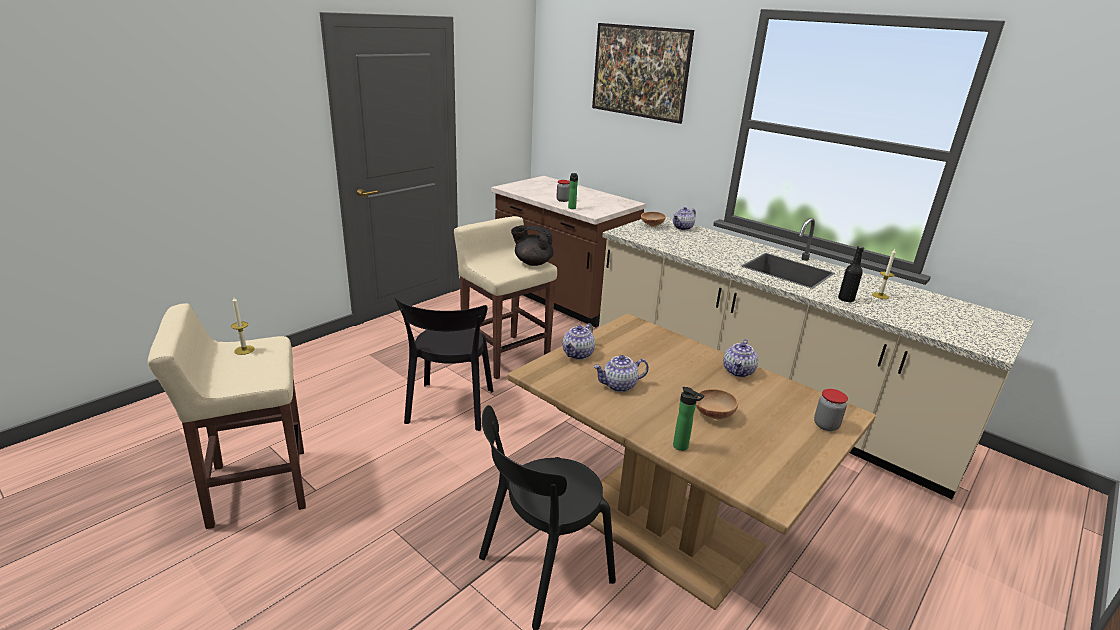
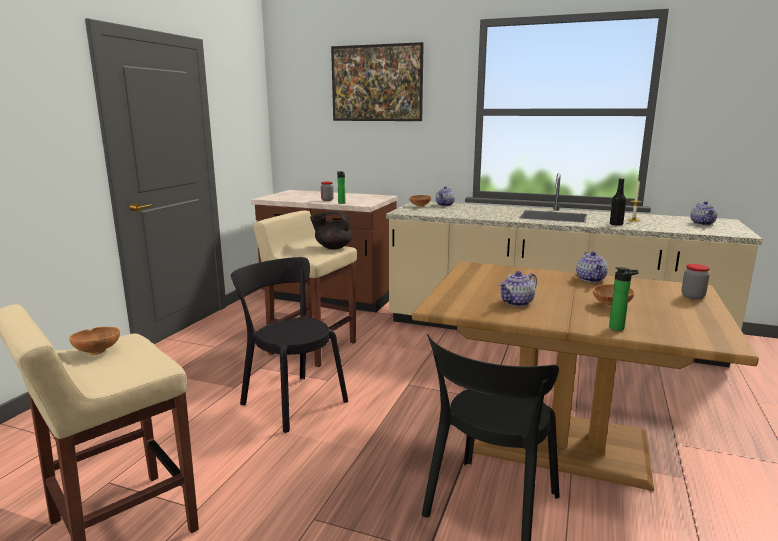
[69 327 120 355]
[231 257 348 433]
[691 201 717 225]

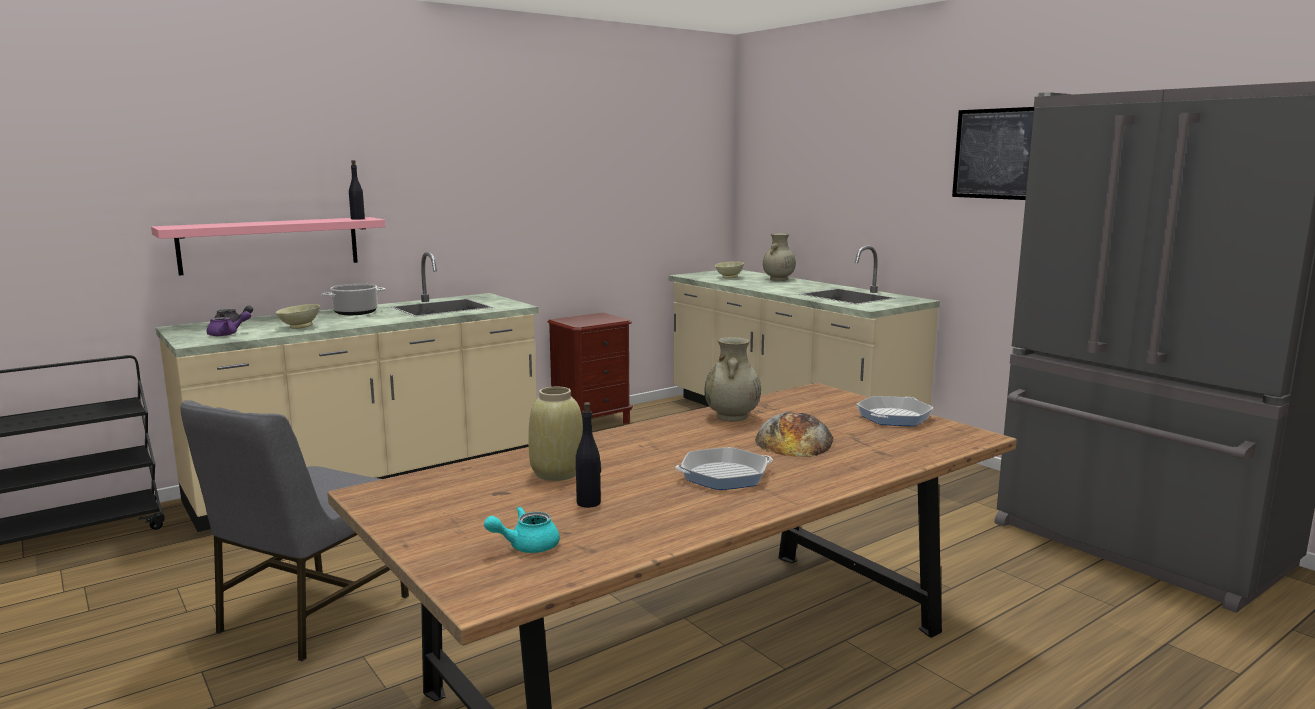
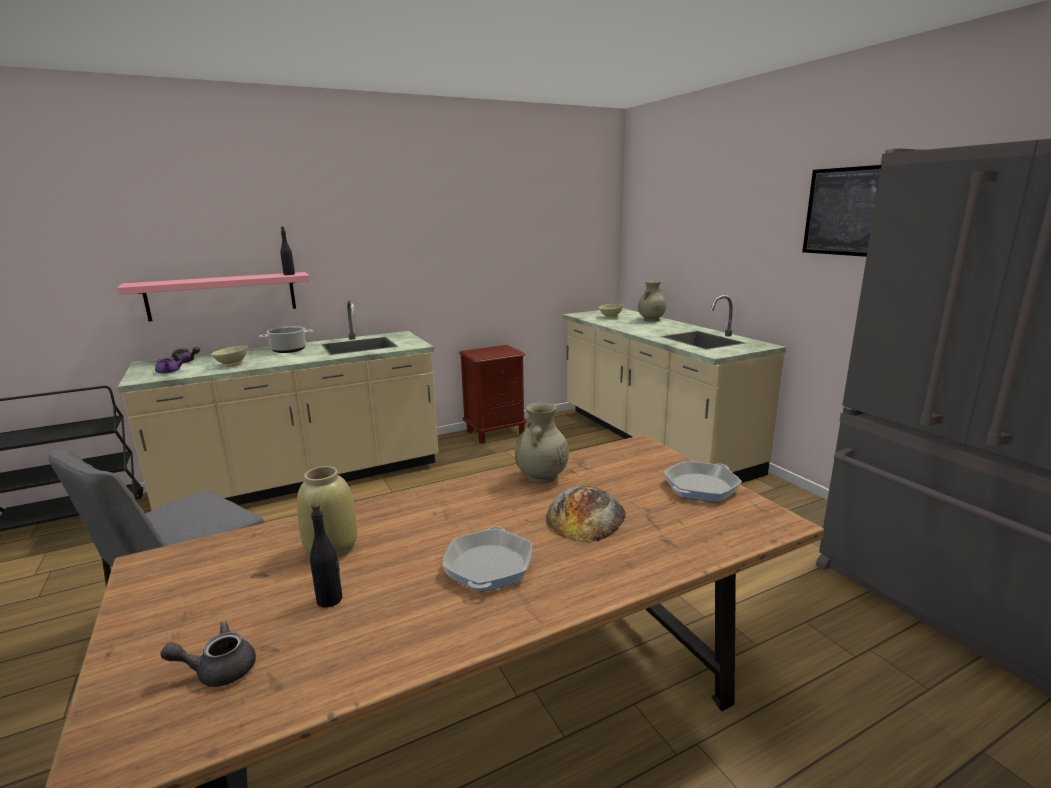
[160 621 256 687]
[442 526 532 592]

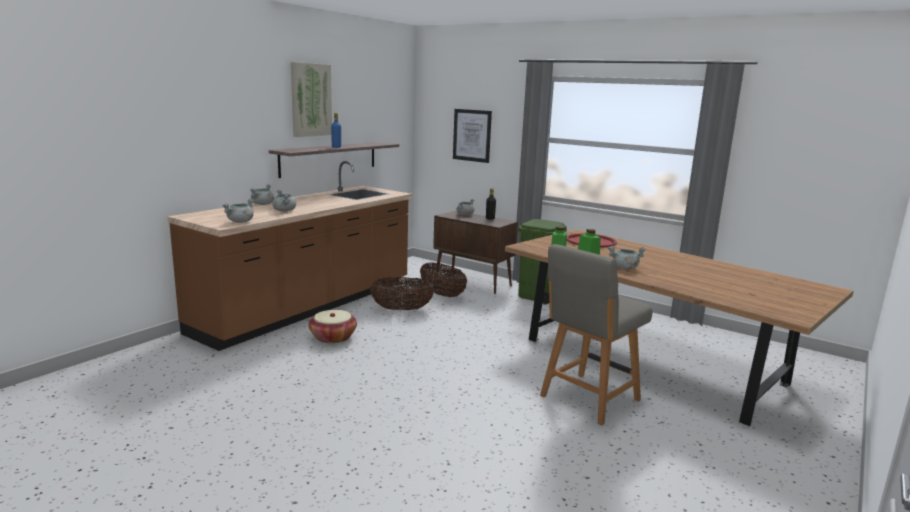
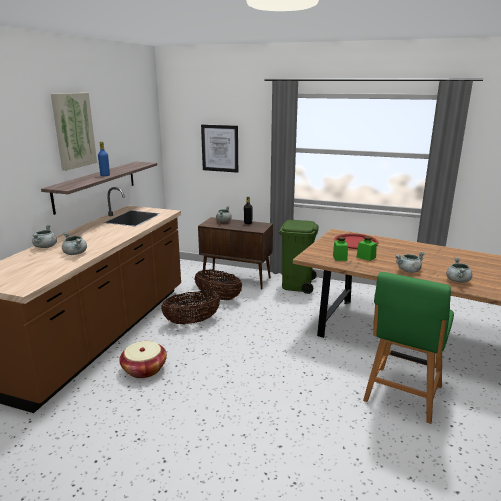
[363 272 454 424]
[446 257 472 283]

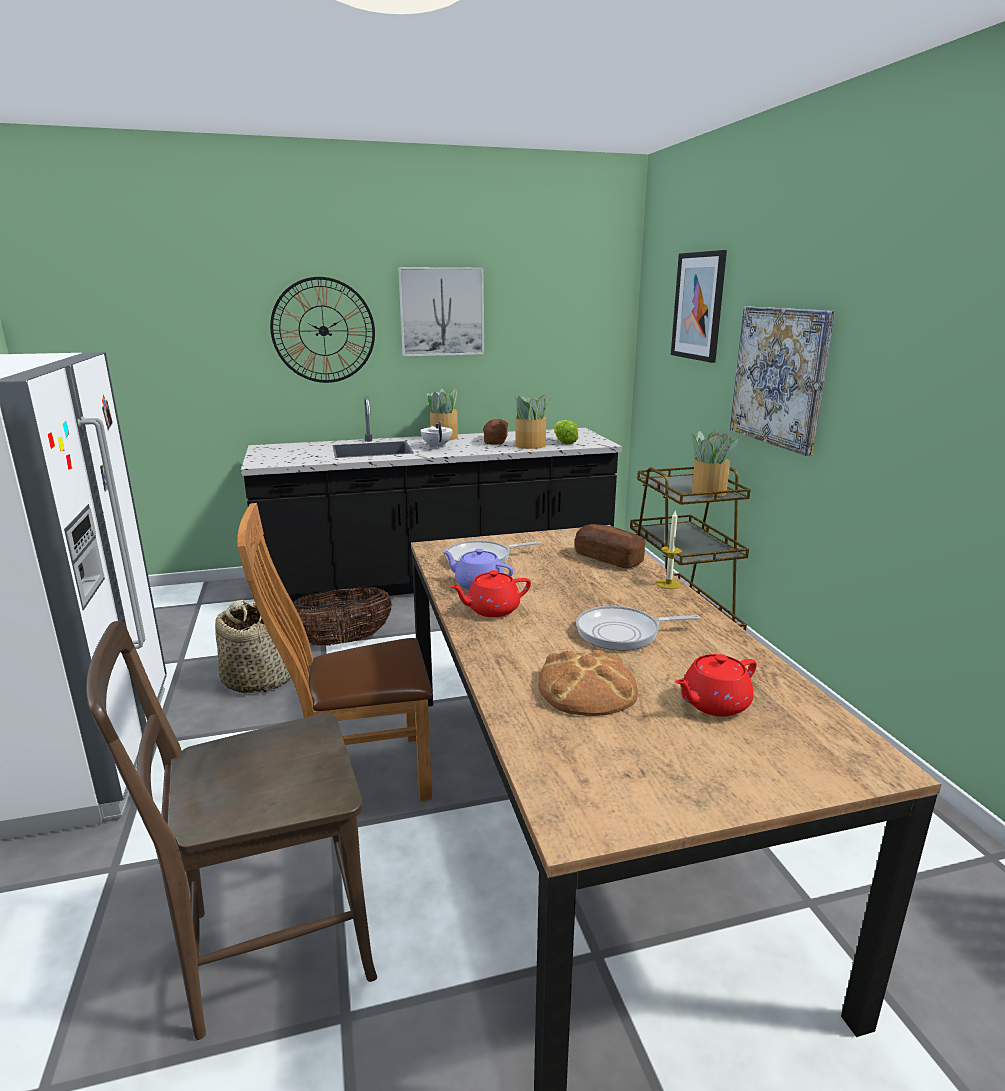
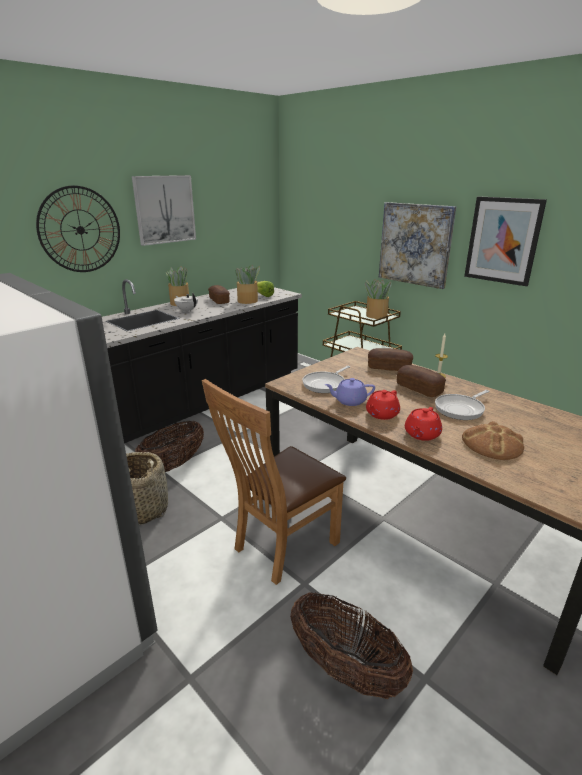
[290 592 413 699]
[396 365 446 397]
[405 407 442 441]
[464 196 547 286]

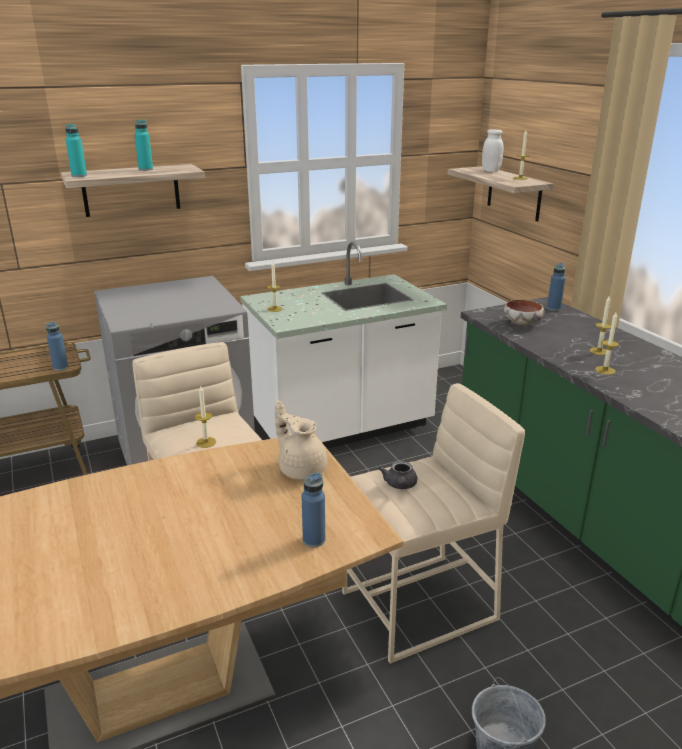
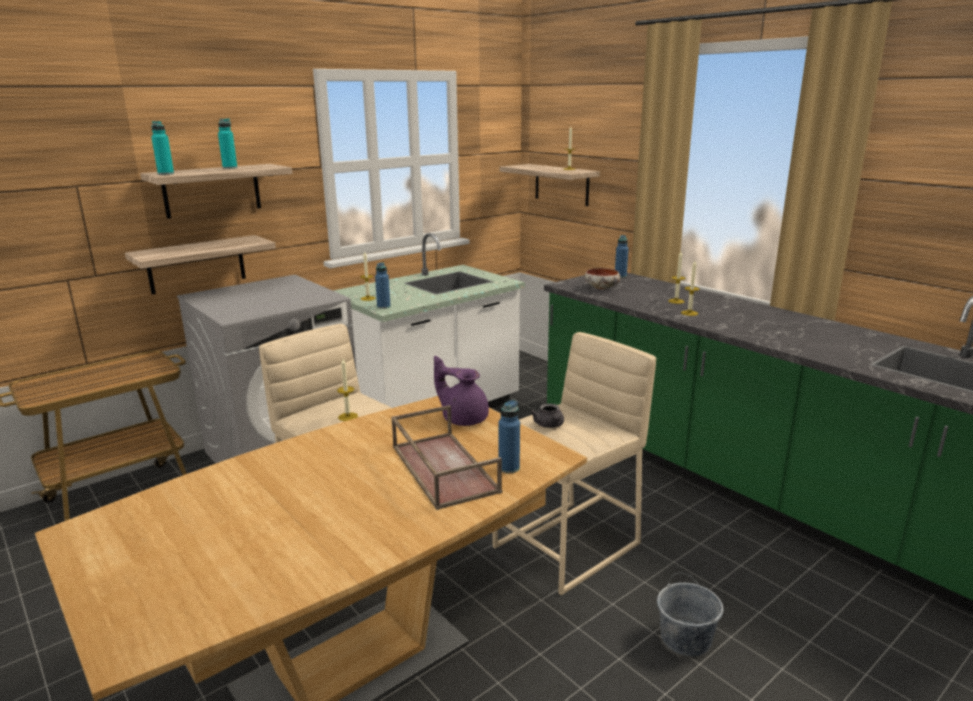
[125 235 276 294]
[375 262 391 309]
[391 405 502 510]
[434 356 489 426]
[482 129 504 172] (first image)

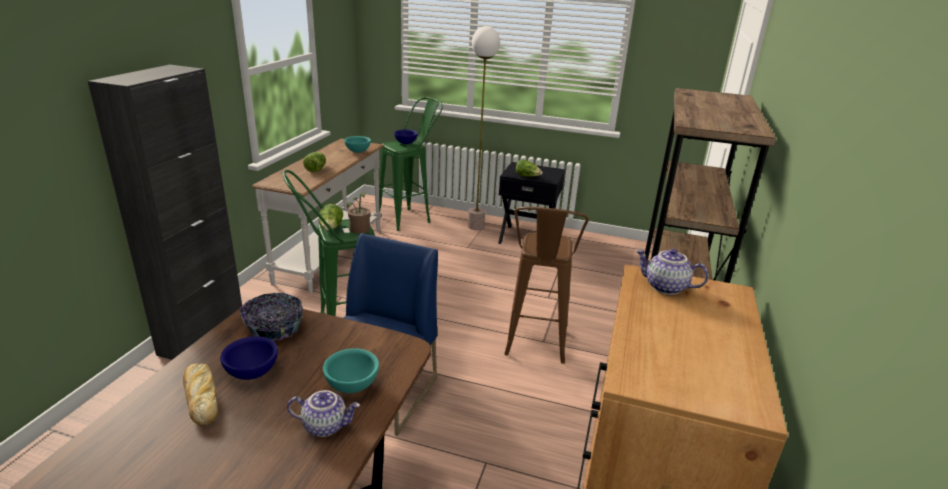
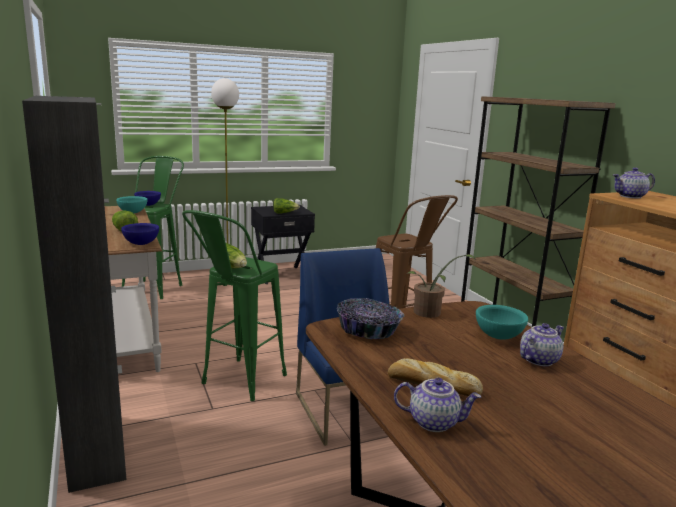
[121 223 159 245]
[394 378 481 432]
[407 254 476 318]

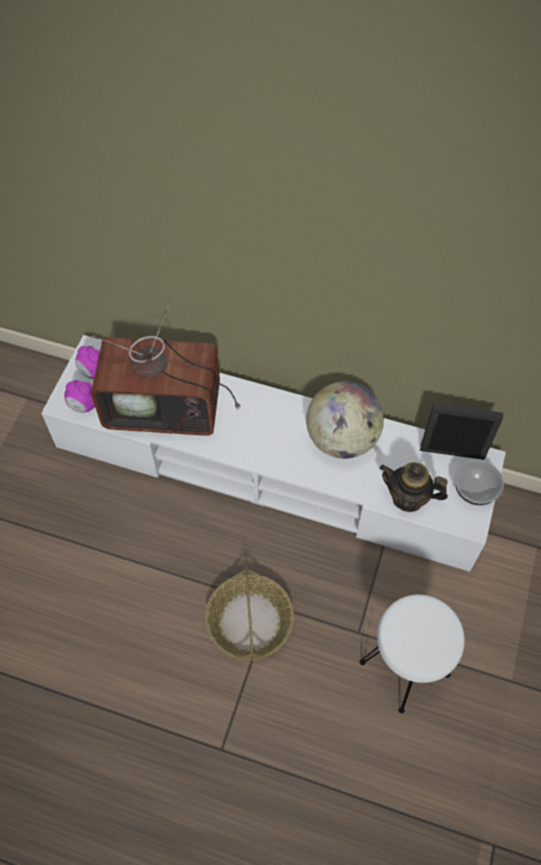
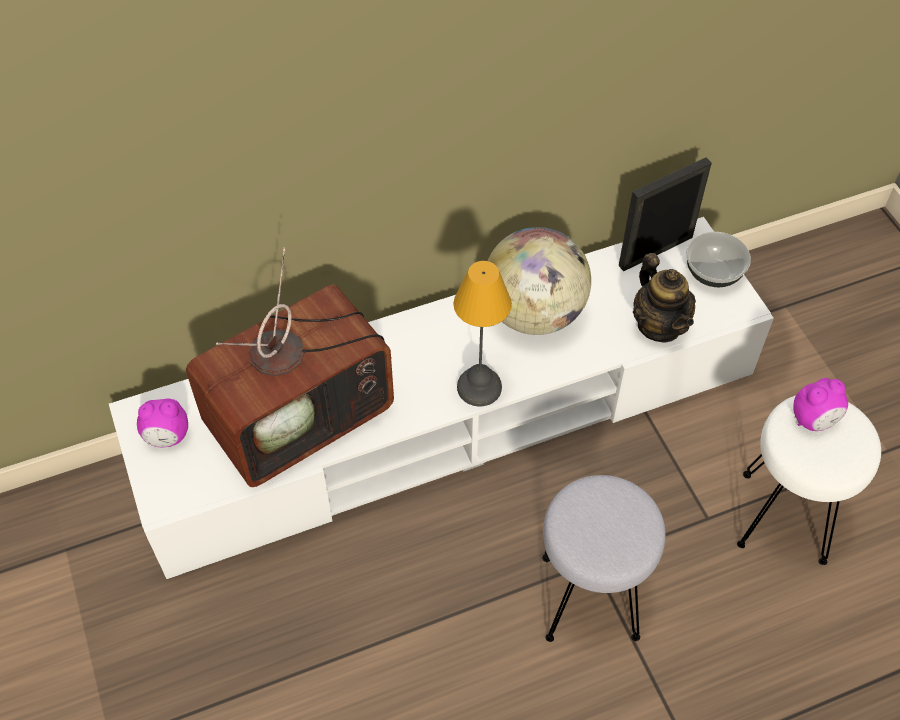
[453 261 512 406]
[542 475 666 642]
[633 253 696 342]
[793 378 848 431]

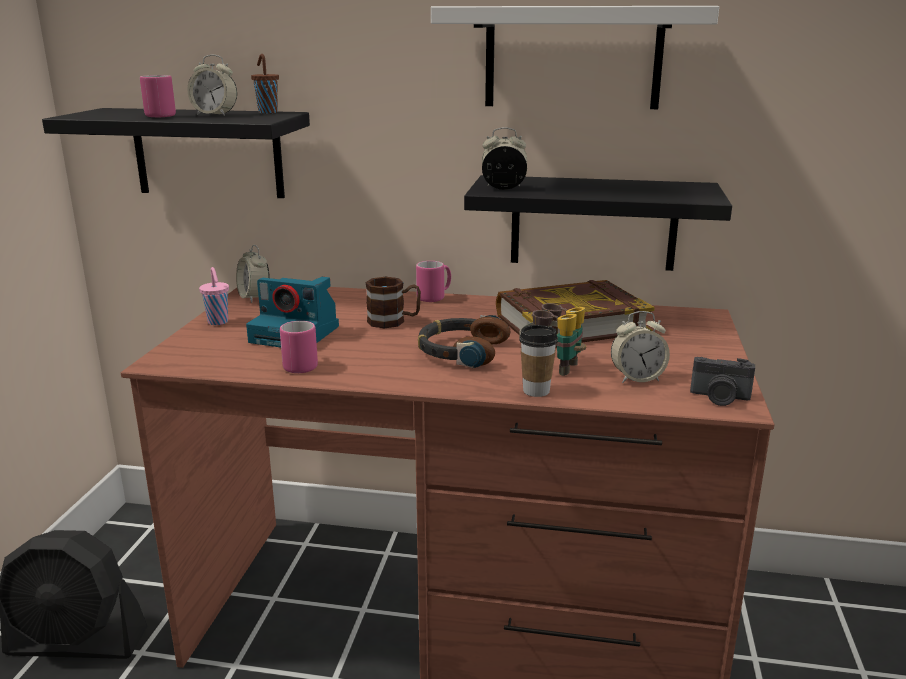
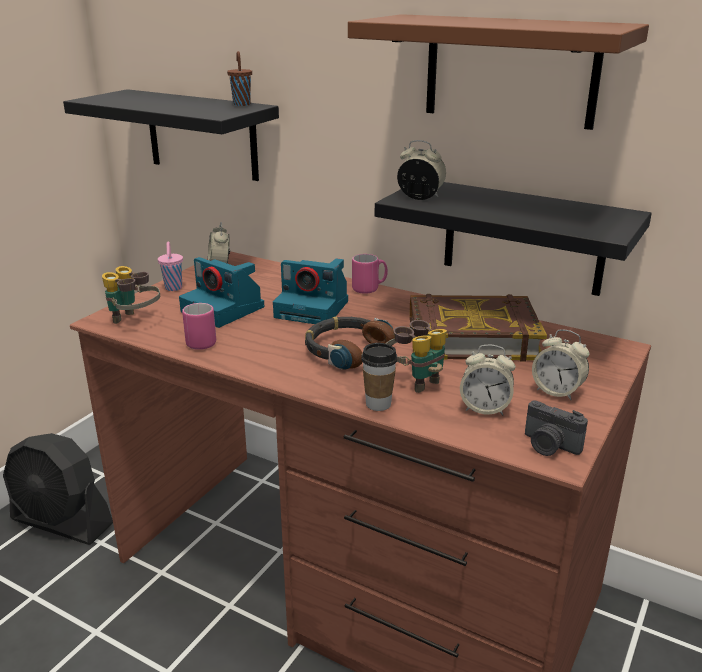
[102 266 160 324]
[273 258 348 324]
[348 14 649 130]
[532 330 589 400]
[140 75 176 117] (first image)

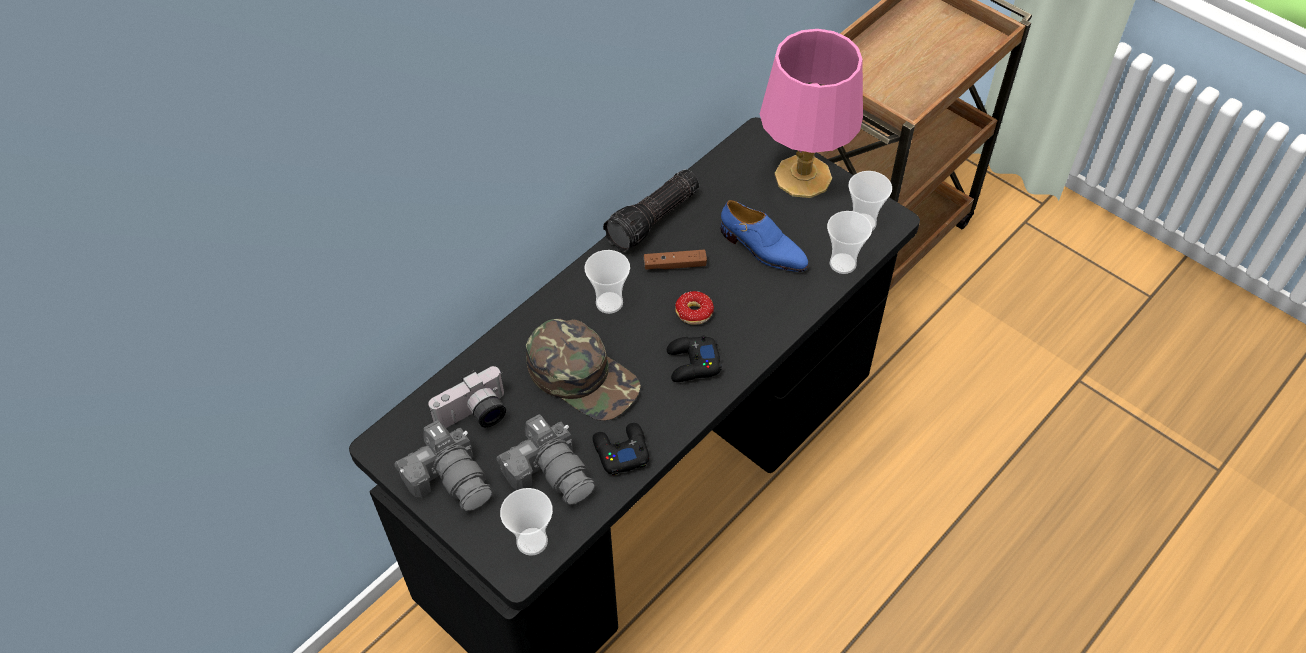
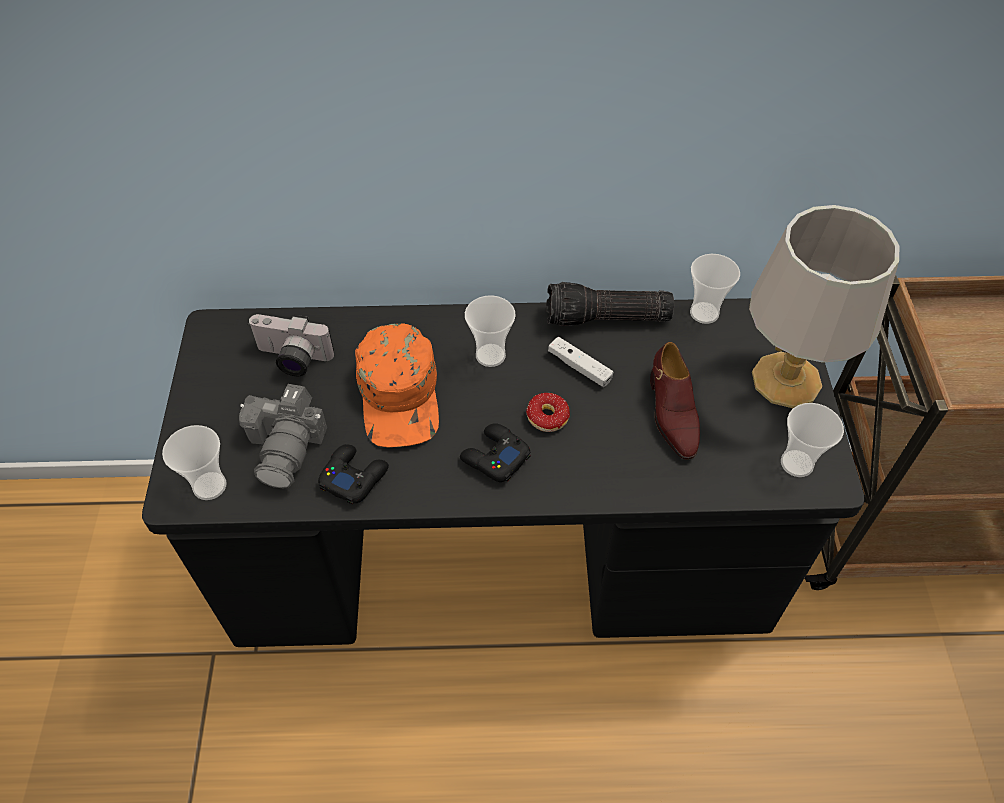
[355 323 439 448]
[548 337 613 387]
[650 342 700 459]
[690 254 740 324]
[749 205 900 408]
[394 420 493 512] (first image)

